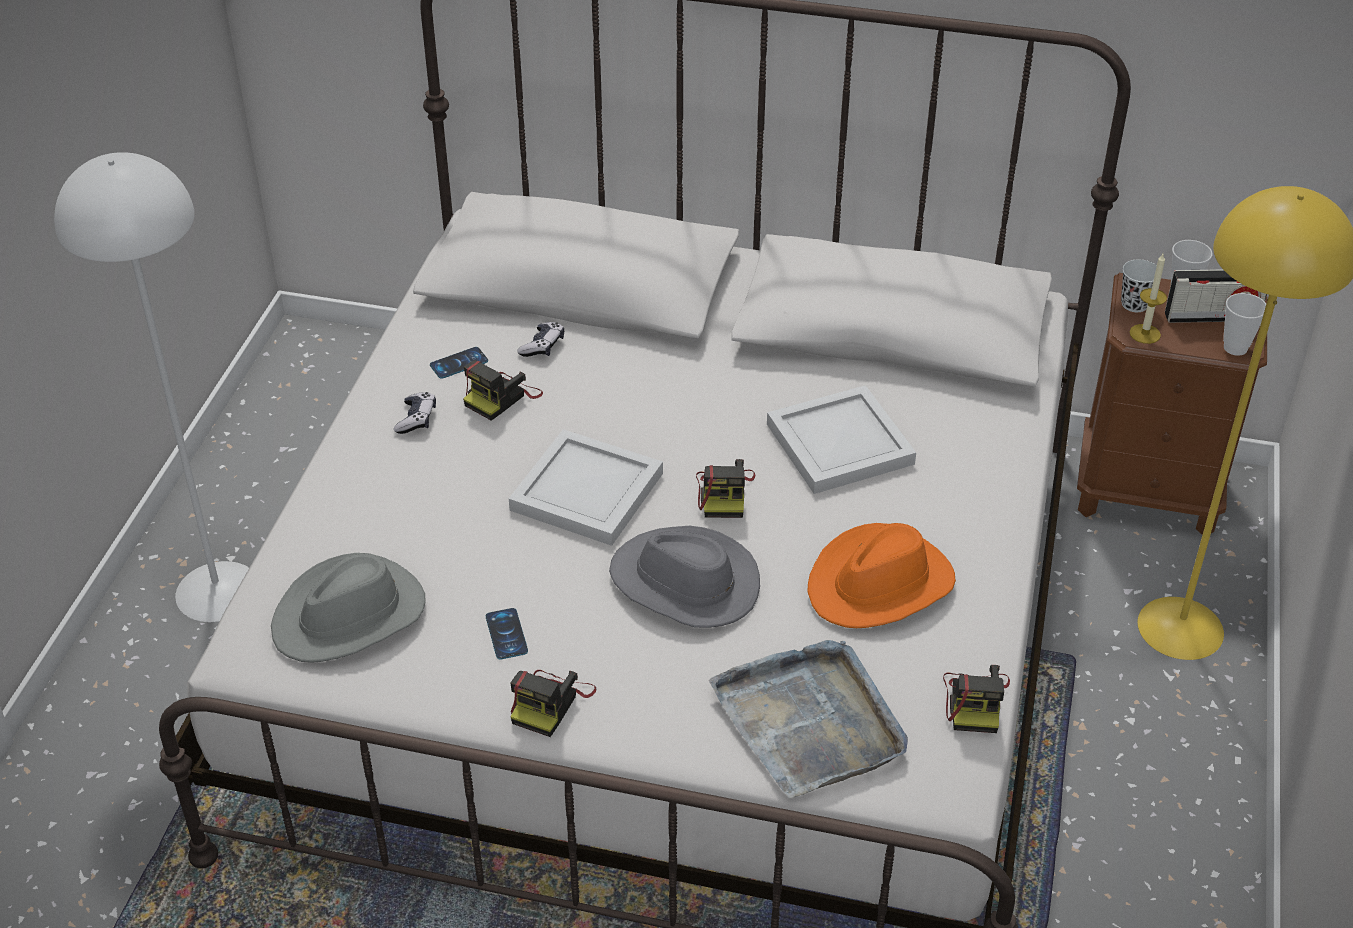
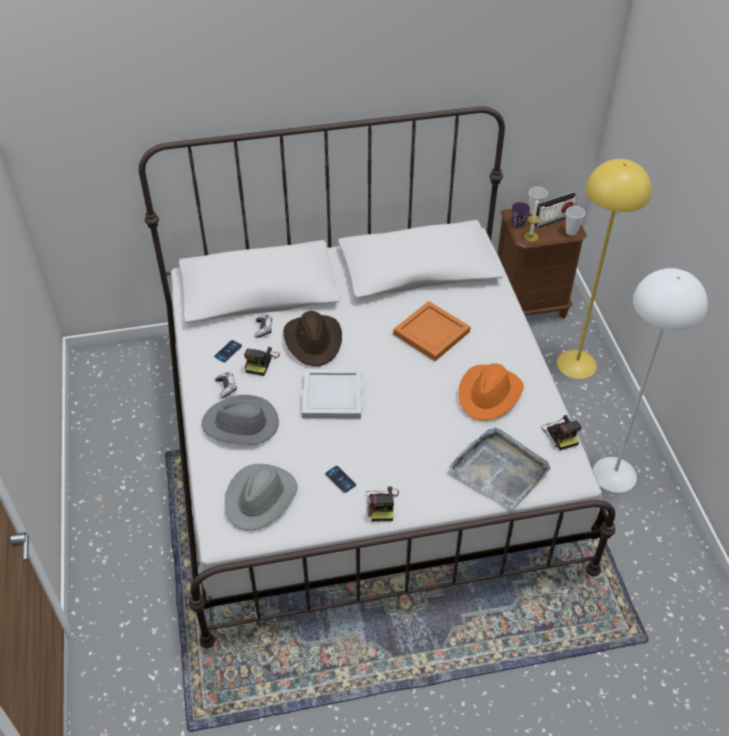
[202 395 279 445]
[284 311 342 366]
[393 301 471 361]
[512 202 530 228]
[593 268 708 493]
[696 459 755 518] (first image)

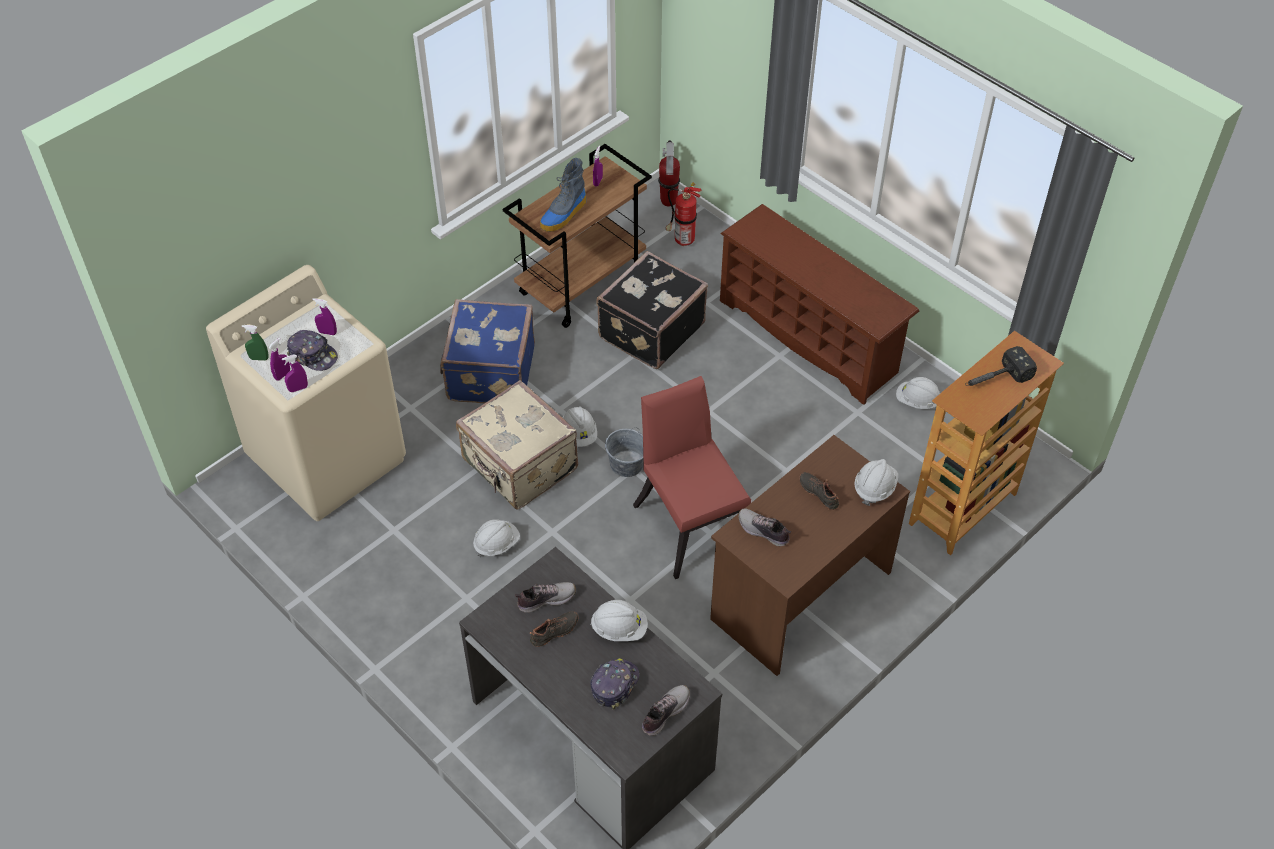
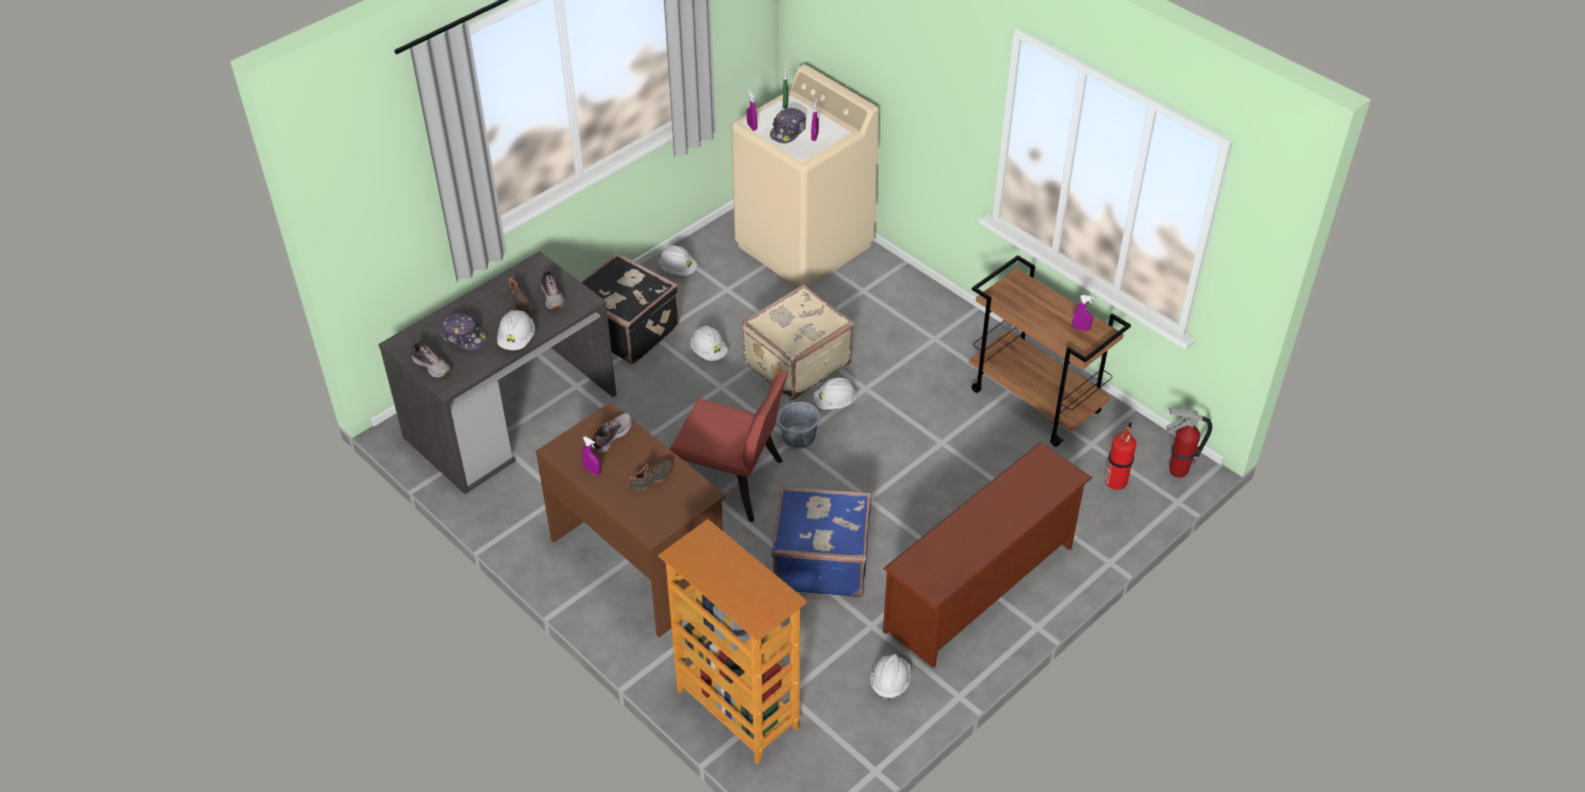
[581 253 679 364]
[582 436 601 476]
[658 245 697 276]
[670 371 788 522]
[771 486 871 597]
[540 158 586 232] (first image)
[965 346 1037 386] (first image)

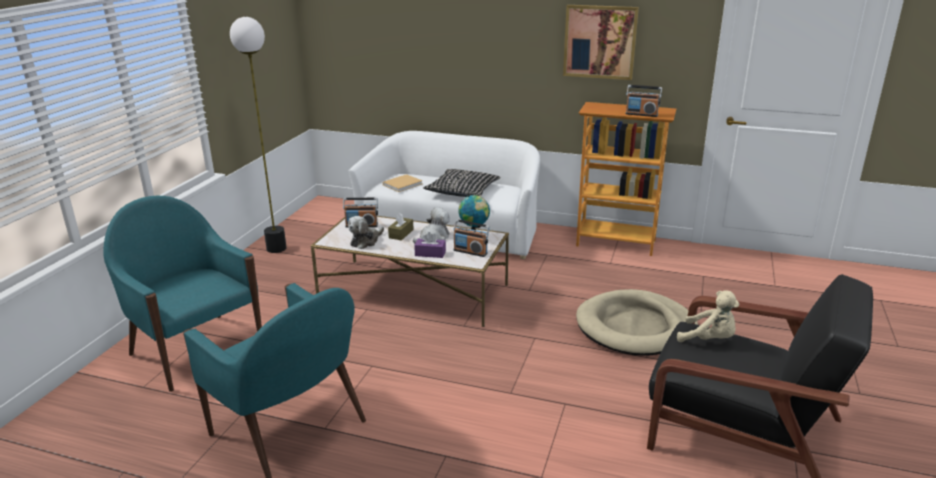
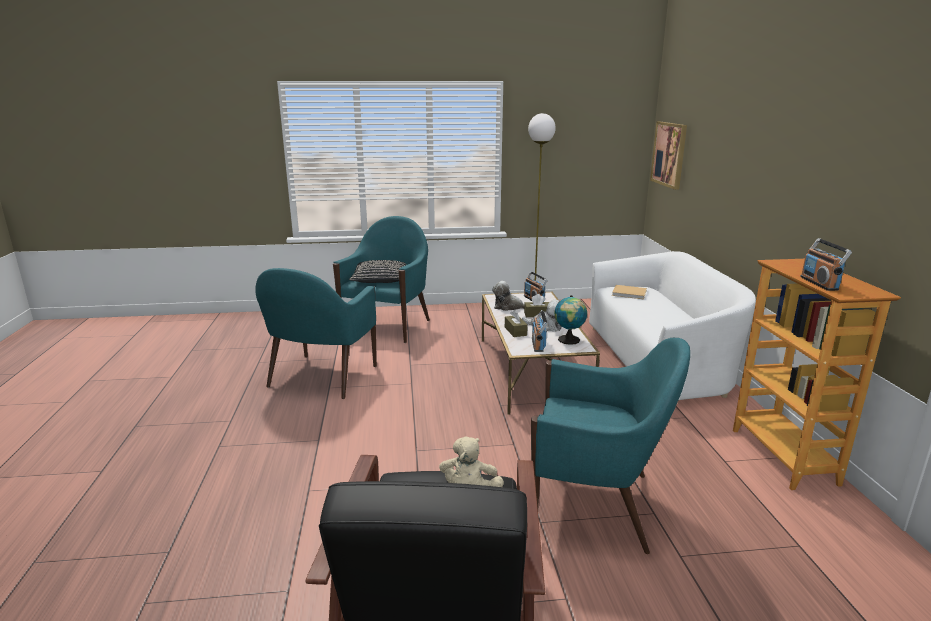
[349 260 406 283]
[505 310 528 337]
[531 338 690 554]
[650 122 687 190]

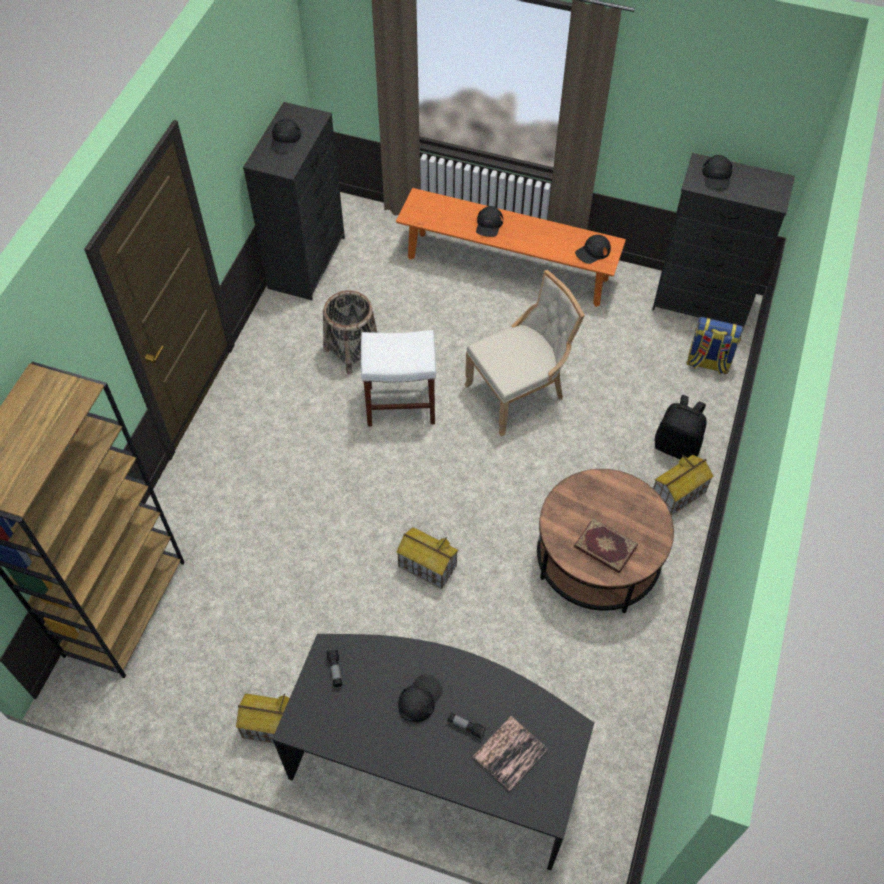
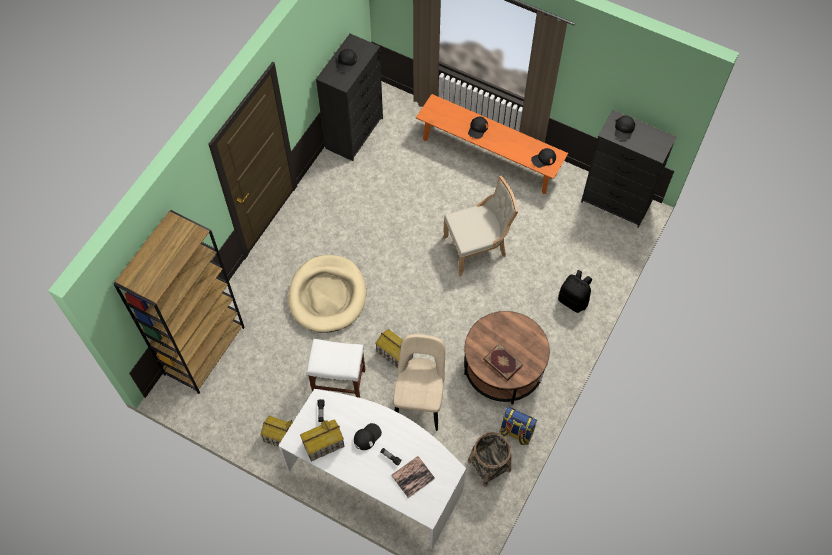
[278 389 466 549]
[288 255 366 333]
[300 419 345 462]
[307 339 365 398]
[393 334 445 431]
[468 432 511 487]
[500 407 537 445]

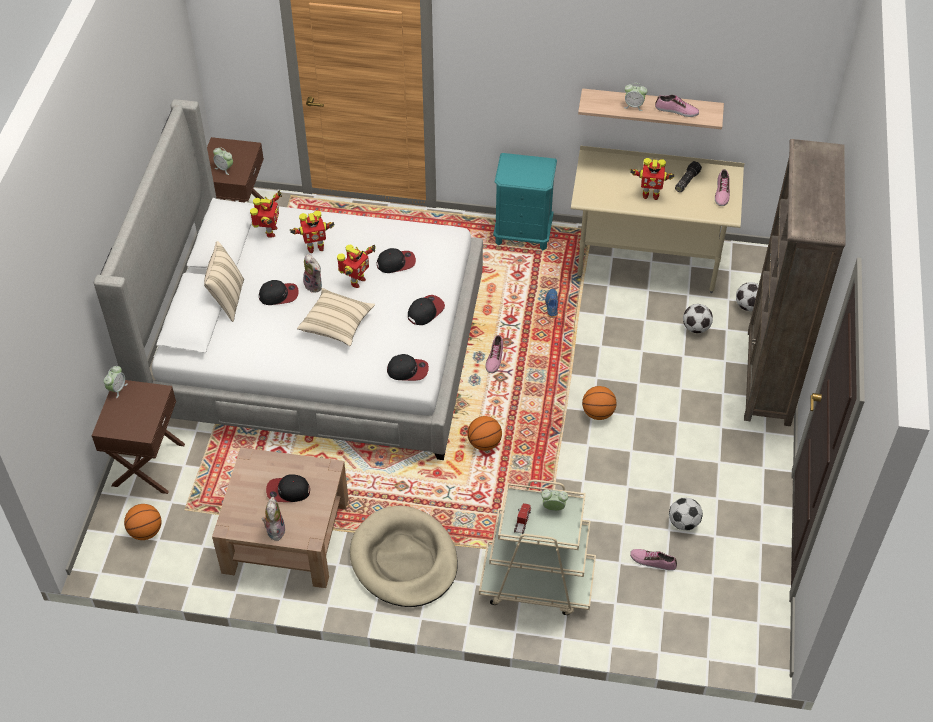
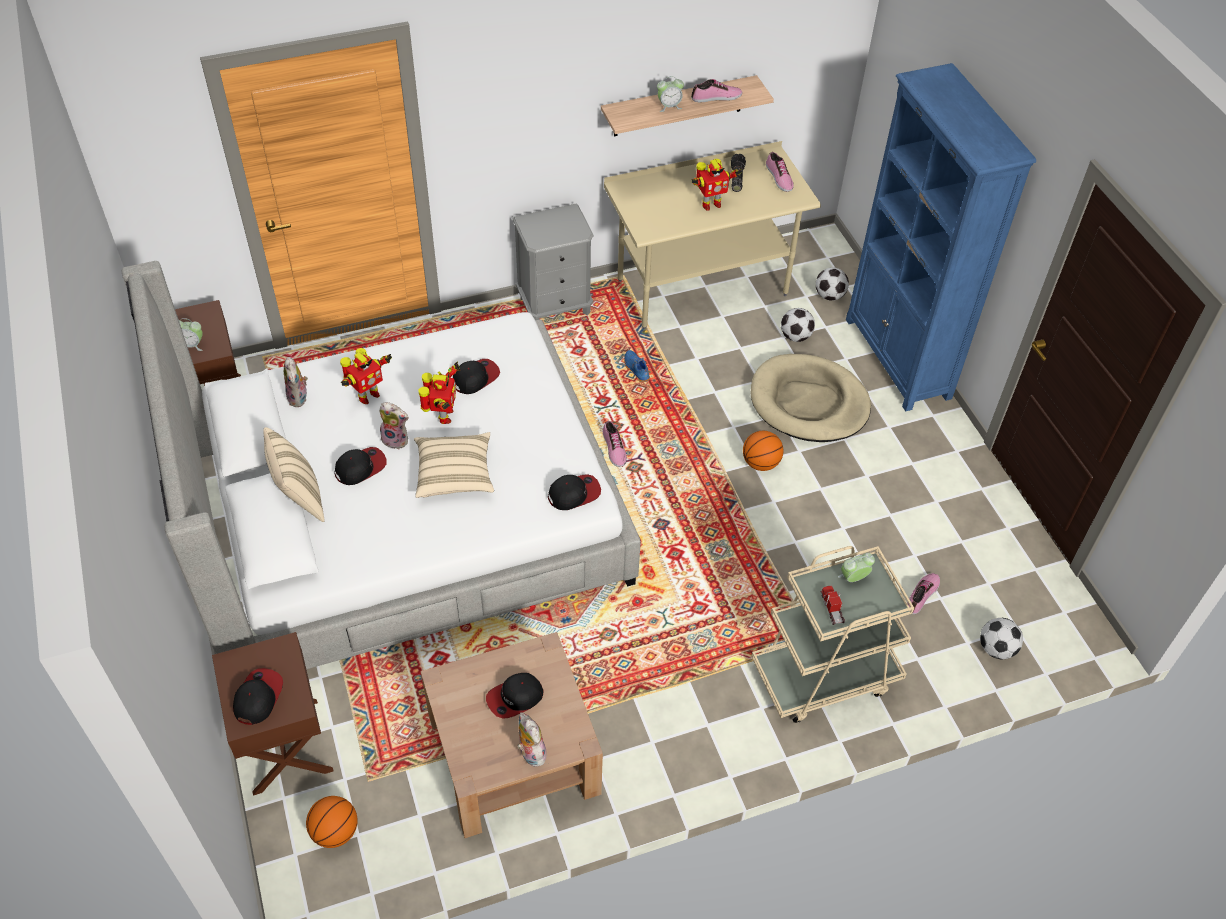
[233 668 283 725]
[284 357 308 407]
[513 203 594 320]
[750 354 871 442]
[846 63 1036 411]
[907 573 940 614]
[980 618 1023 659]
[104 366 128 398] (first image)
[467 416 502 451] (first image)

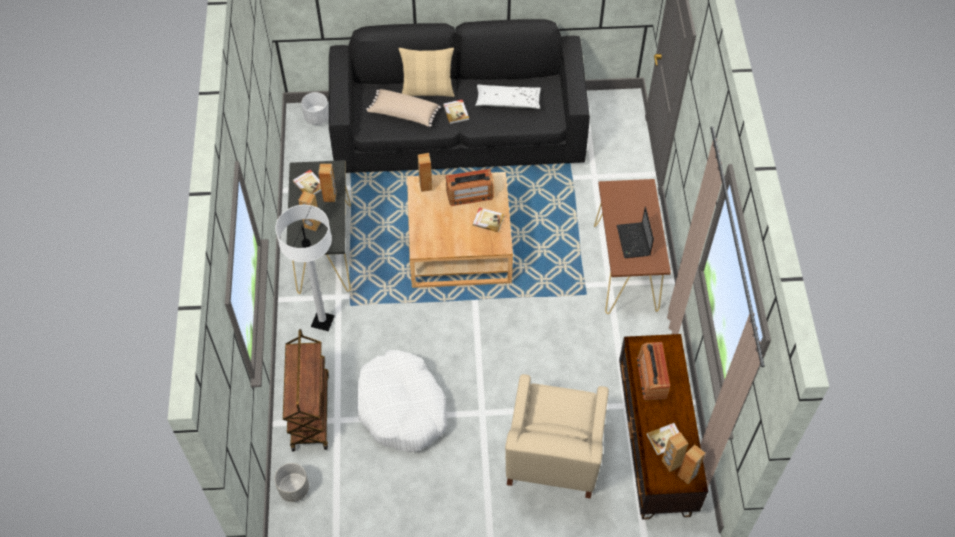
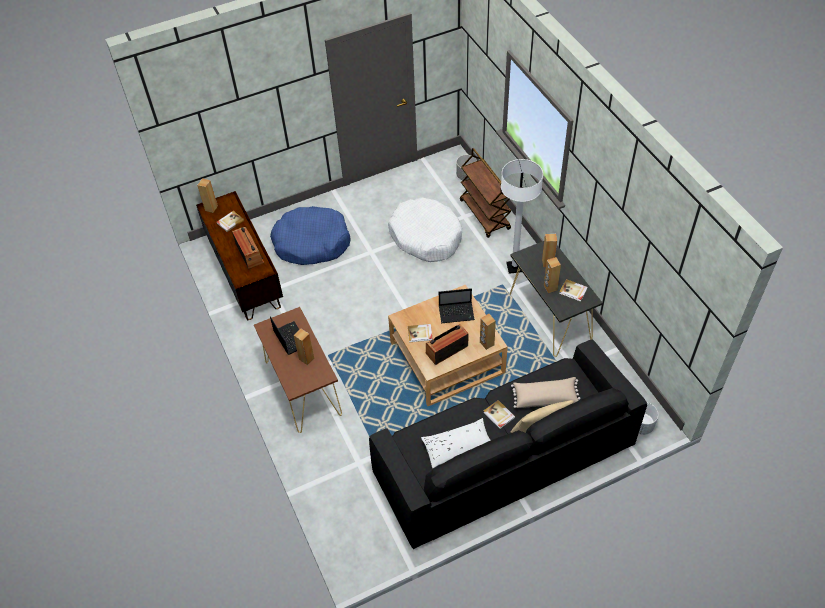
[270 206 351 265]
[294 328 314 365]
[439 288 475 323]

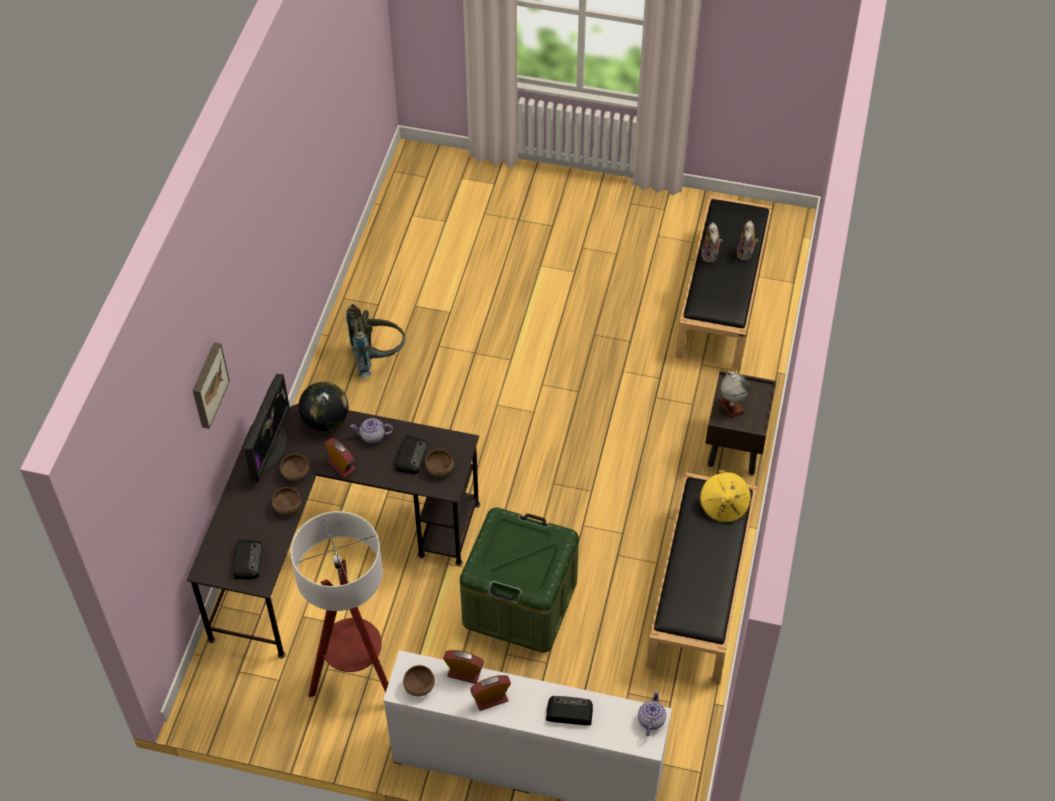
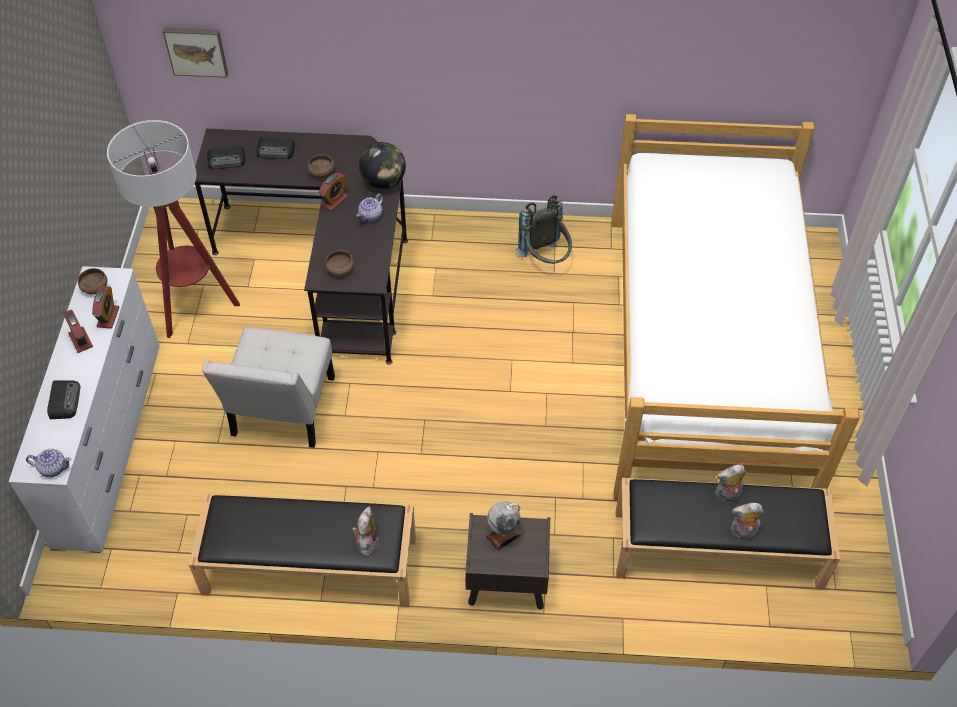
[163 27 228 78]
[202 327 335 448]
[257 137 295 159]
[352 506 379 556]
[357 193 383 222]
[611 114 860 501]
[243 374 290 482] (first image)
[272 487 301 515] (first image)

